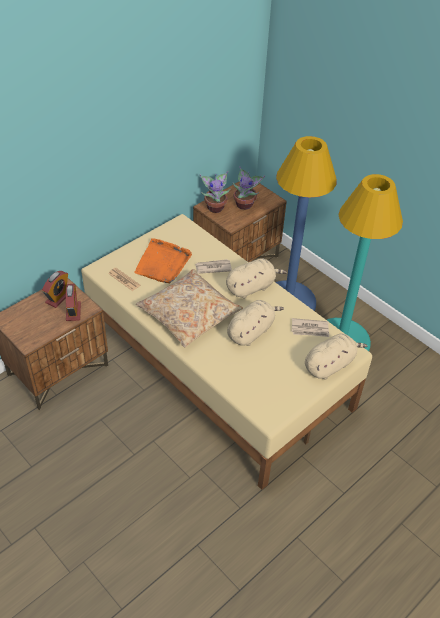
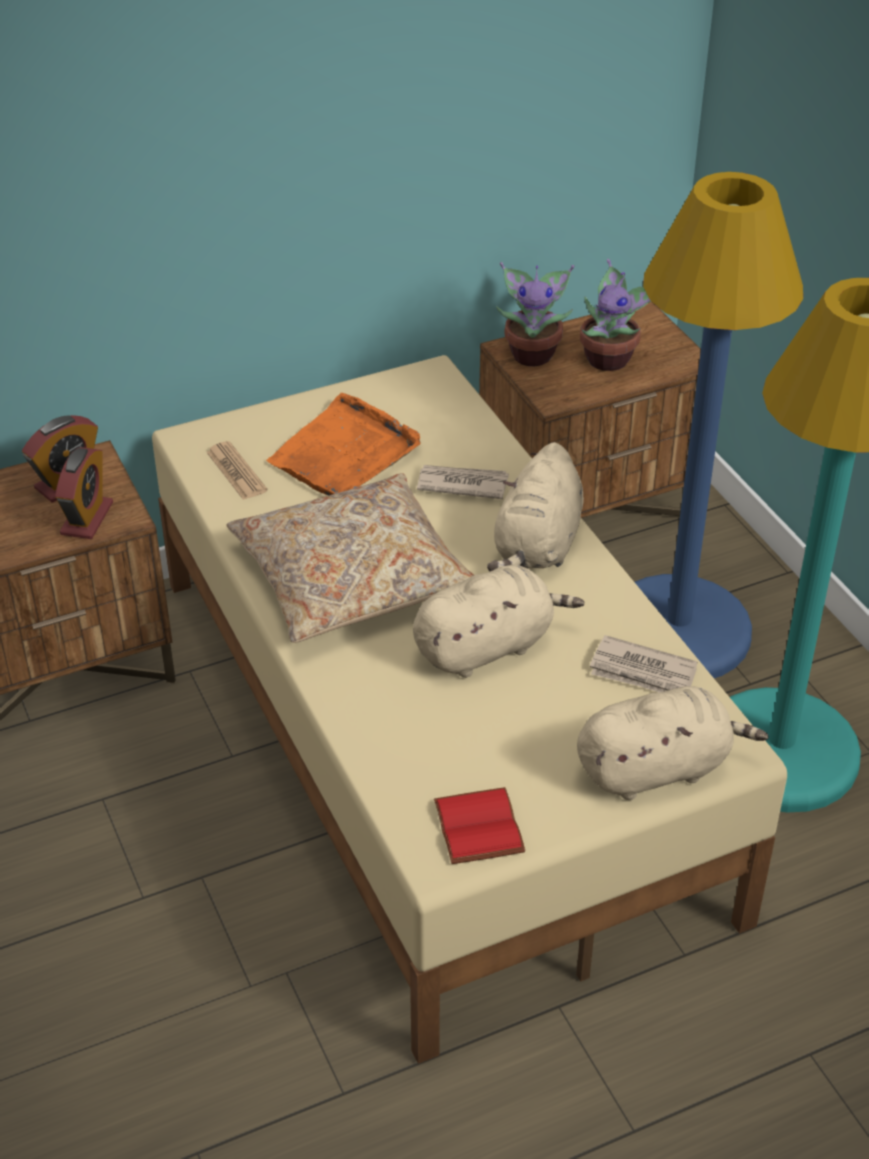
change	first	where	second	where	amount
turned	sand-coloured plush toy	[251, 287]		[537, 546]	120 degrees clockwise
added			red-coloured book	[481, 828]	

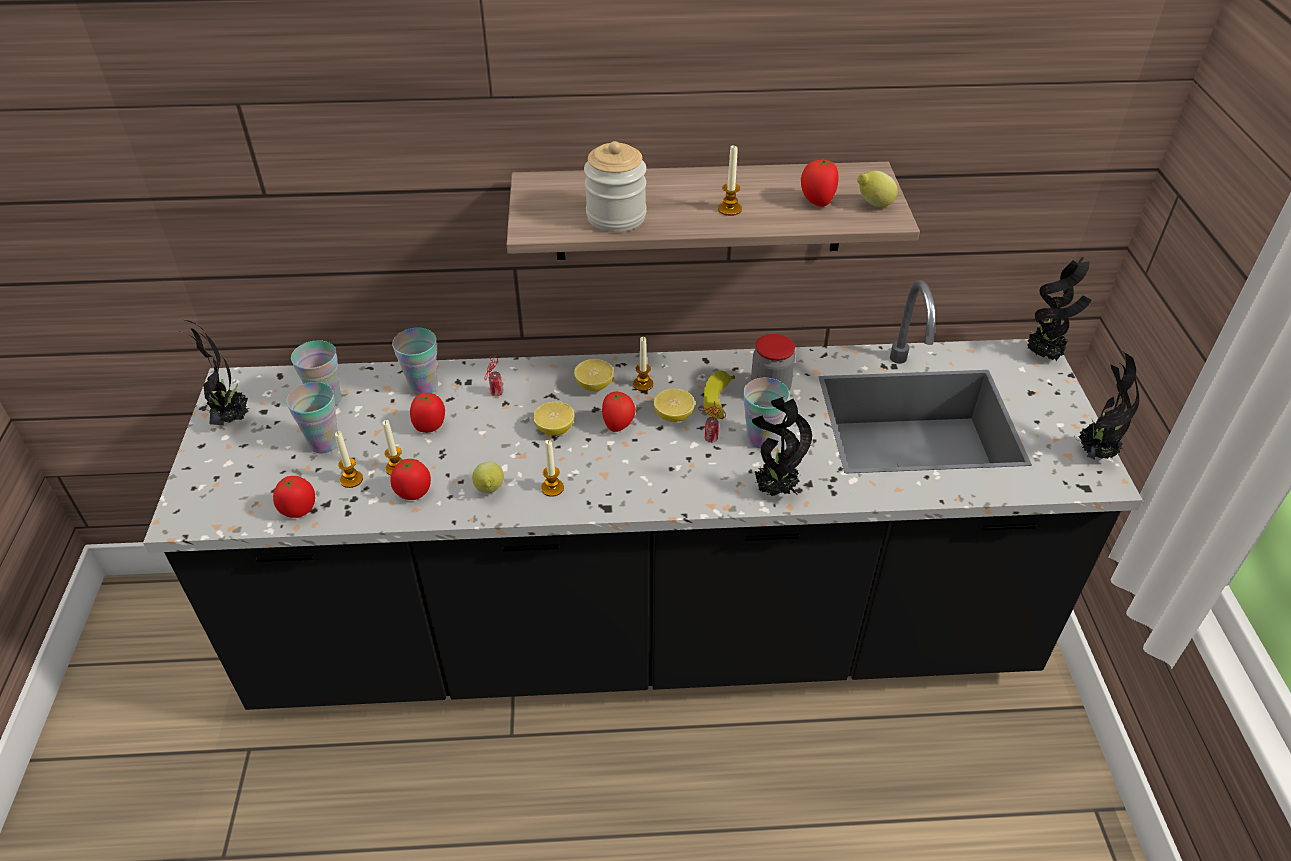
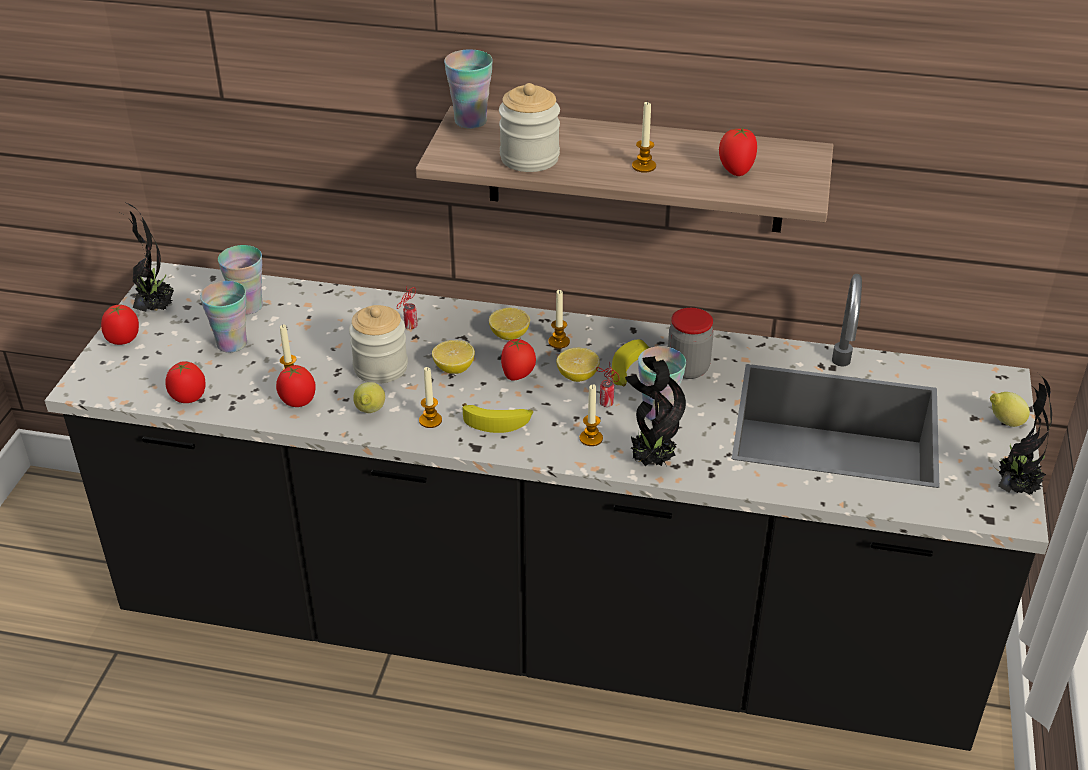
change	first	where	second	where	amount
moved	wax light	[351, 479]		[591, 438]	
moved	cup	[423, 386]		[470, 121]	
moved	tomato	[430, 426]		[123, 340]	
moved	lemon	[873, 205]		[1004, 422]	
removed	plant in a pot	[1044, 356]			
added			storage jar	[380, 367]	
added			whole banana	[498, 421]	

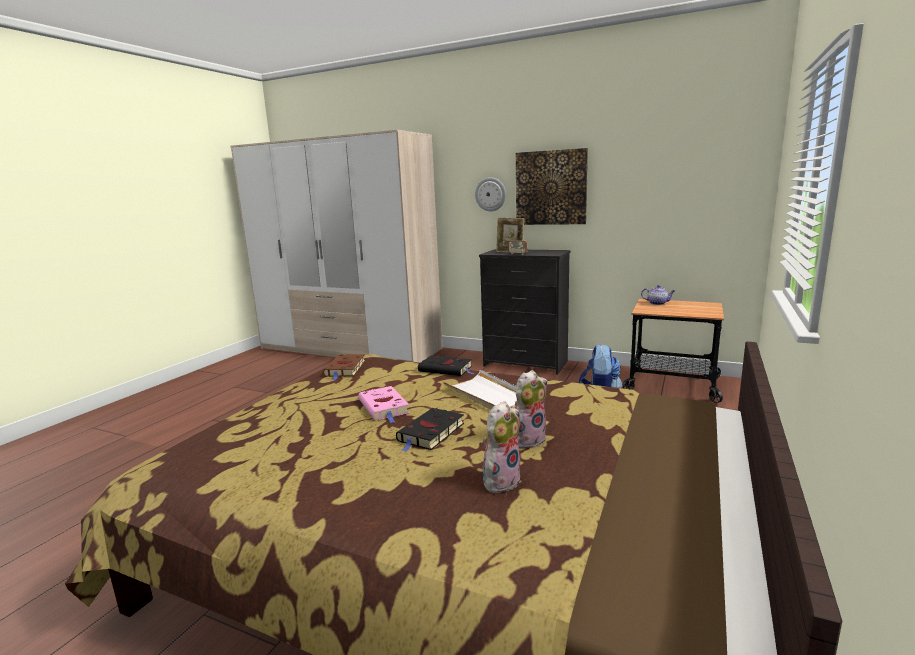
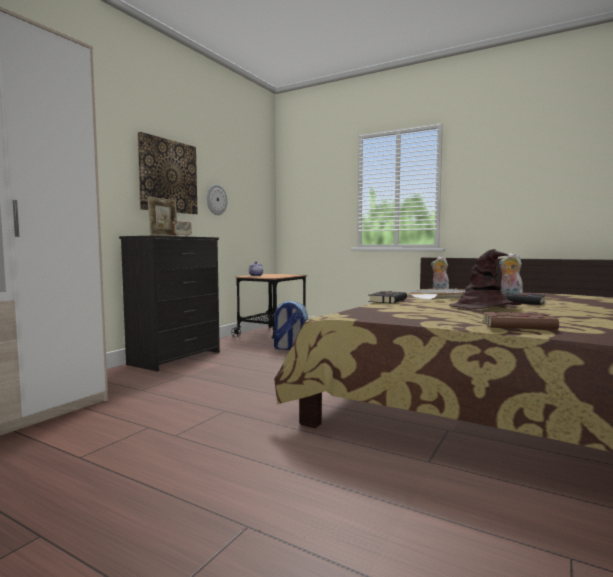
change	first	where	second	where	amount
moved	brown book	[345, 369]		[520, 326]	
replaced	pink book	[384, 407]	brown hat	[484, 307]	
moved	wall clock	[490, 194]		[216, 200]	
moved	plush toy	[501, 480]		[439, 289]	

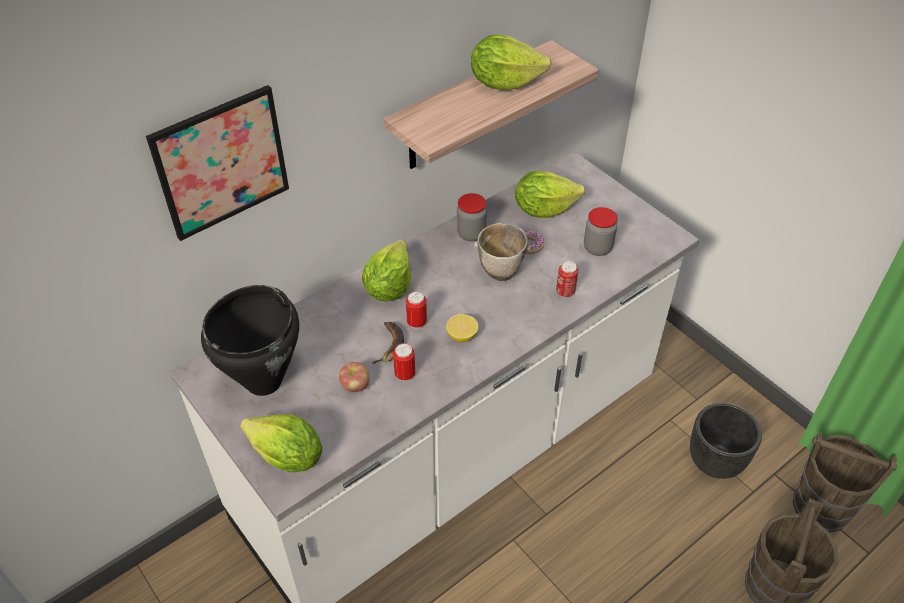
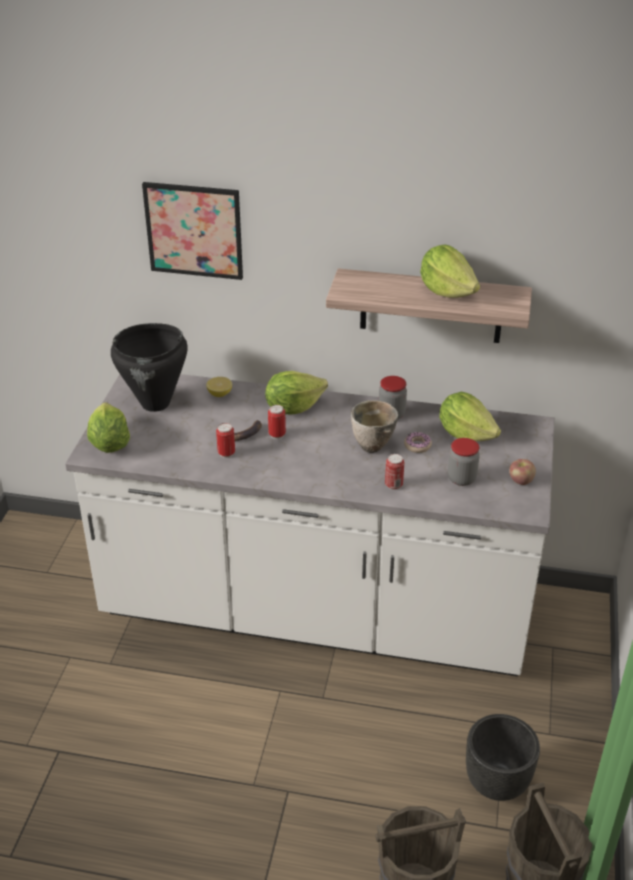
change	first	where	second	where	amount
moved	apple	[355, 386]		[521, 481]	
moved	lemon	[462, 335]		[219, 394]	

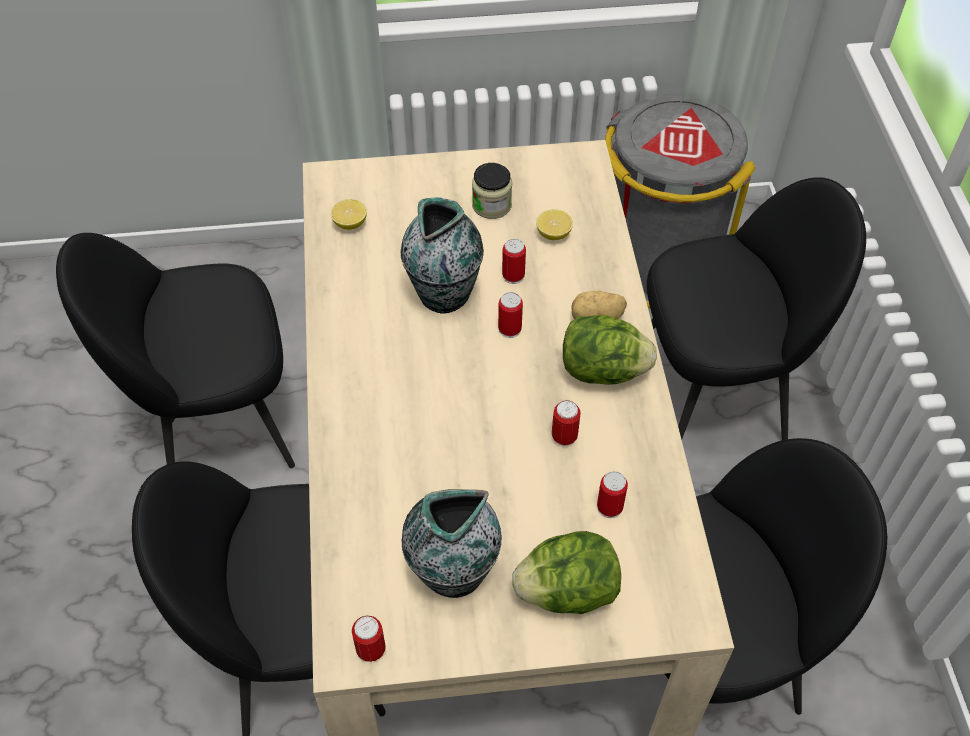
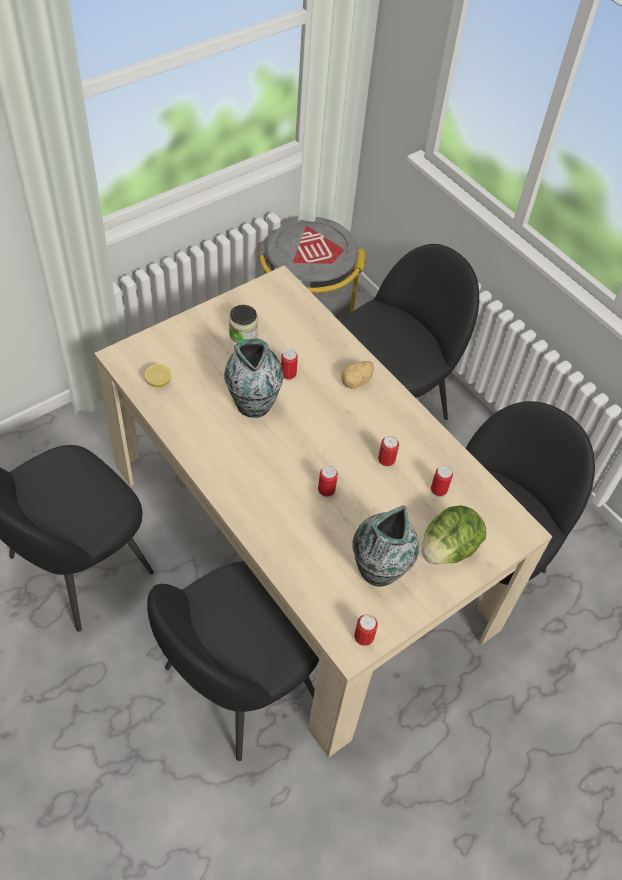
change	first	where	second	where	amount
moved	sealed can	[509, 329]		[326, 490]	
removed	lemon	[553, 234]			
removed	lettuce head	[602, 370]			

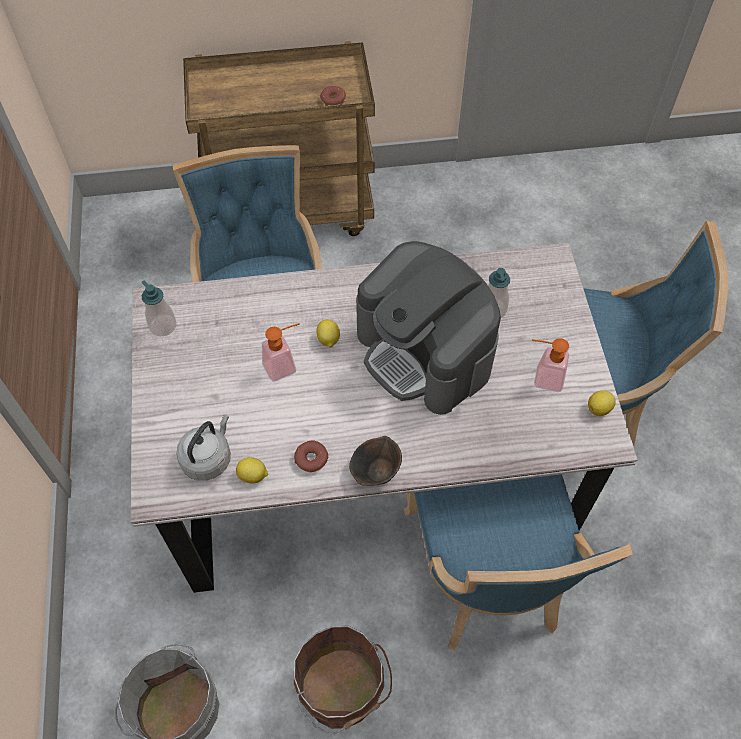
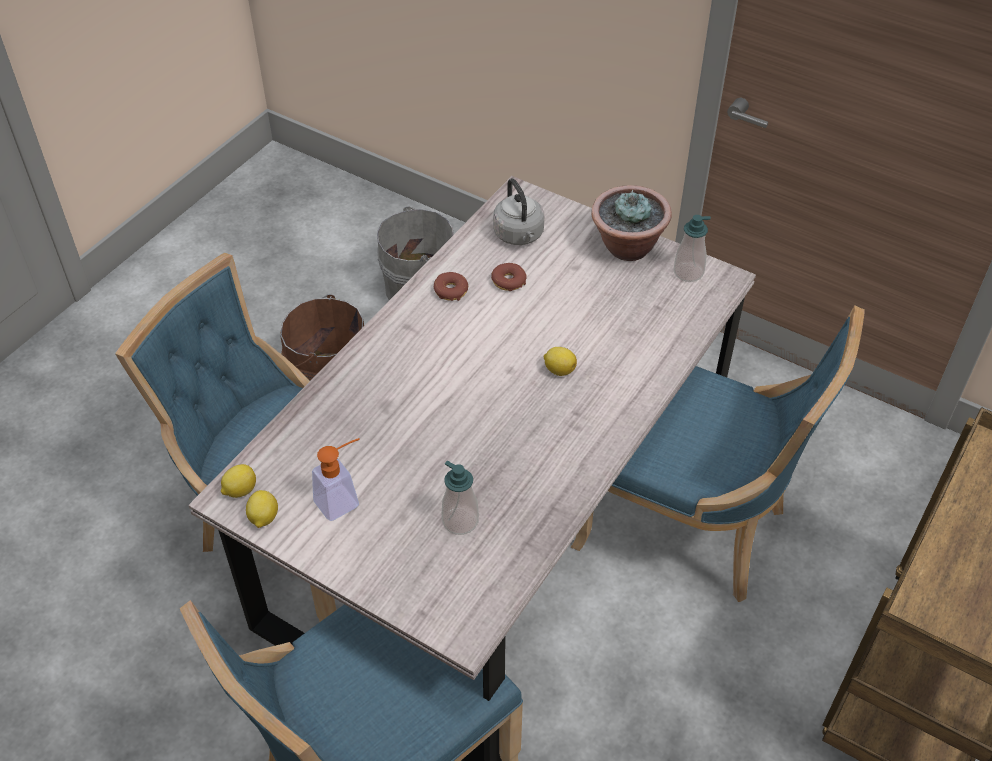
change	first	where	second	where	amount
moved	lemon	[253, 476]		[240, 490]	
removed	soap bottle	[285, 365]			
moved	doughnut	[333, 100]		[508, 281]	
removed	brown bowl	[376, 472]			
removed	coffee maker	[425, 353]			
added			plant in a pot	[627, 247]	

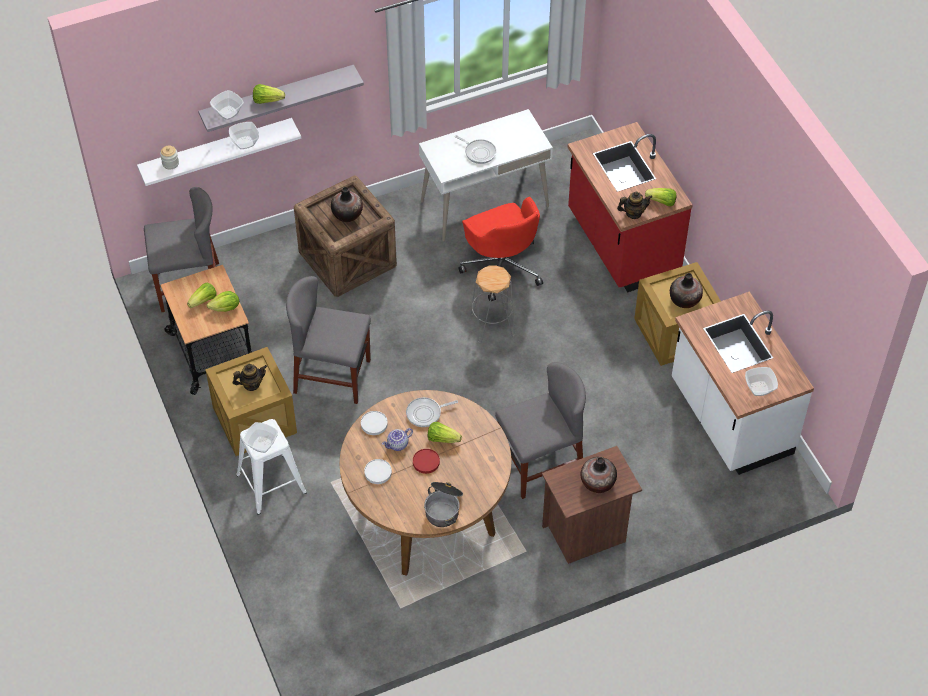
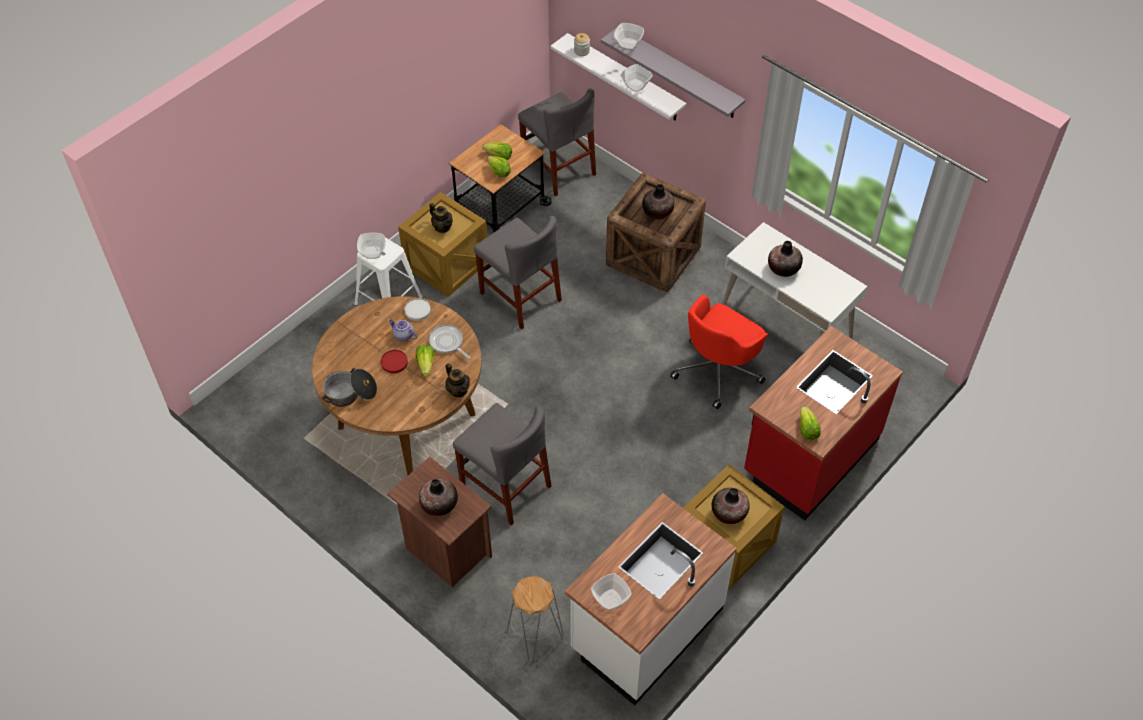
change	first	where	second	where	amount
removed	lettuce head	[267, 100]			
turned	gray plain chair	[332, 376]		[520, 297]	150 degrees clockwise
removed	white flat dish	[377, 472]			
replaced	pan	[478, 152]	vase	[783, 269]	
moved	gray stool	[492, 326]		[534, 634]	
moved	teapot	[633, 213]		[458, 390]	

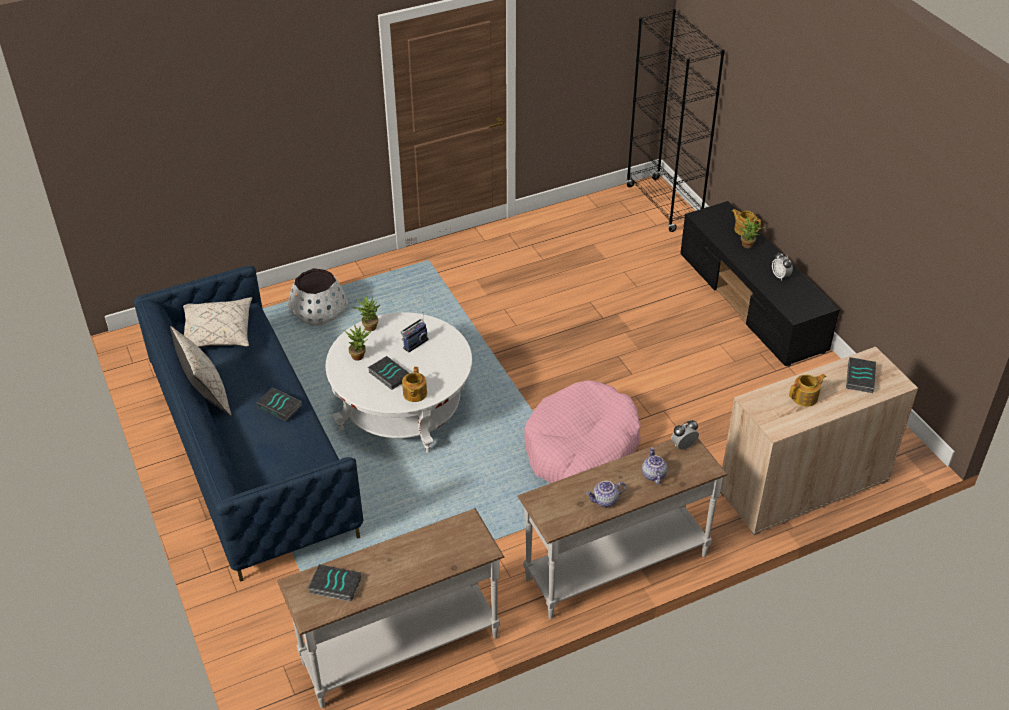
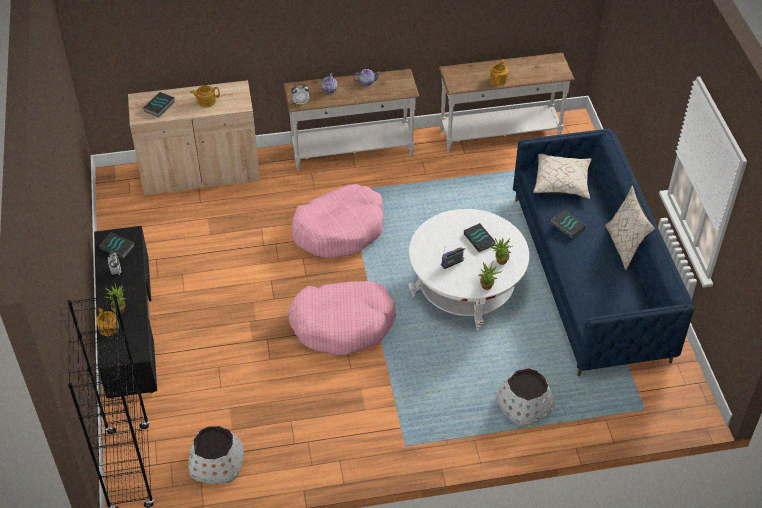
change	first	where	second	where	amount
moved	sand-coloured pillow	[217, 333]		[562, 182]	
moved	book	[334, 586]		[118, 247]	
moved	teapot	[414, 394]		[498, 79]	
added			white planter	[217, 463]	
added			pink pet bed	[343, 324]	

